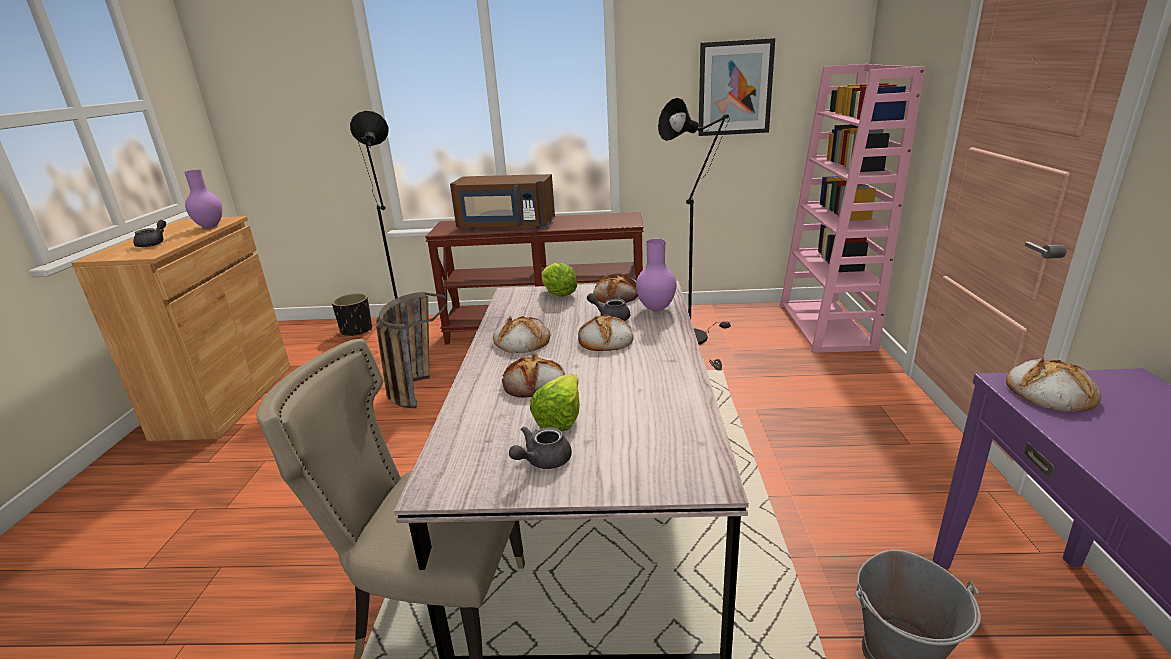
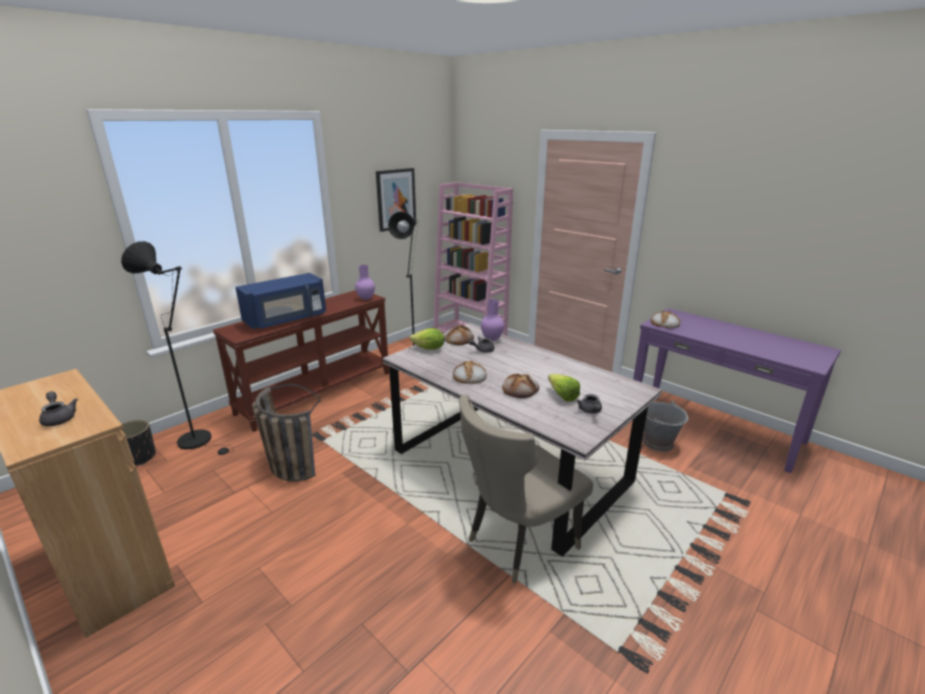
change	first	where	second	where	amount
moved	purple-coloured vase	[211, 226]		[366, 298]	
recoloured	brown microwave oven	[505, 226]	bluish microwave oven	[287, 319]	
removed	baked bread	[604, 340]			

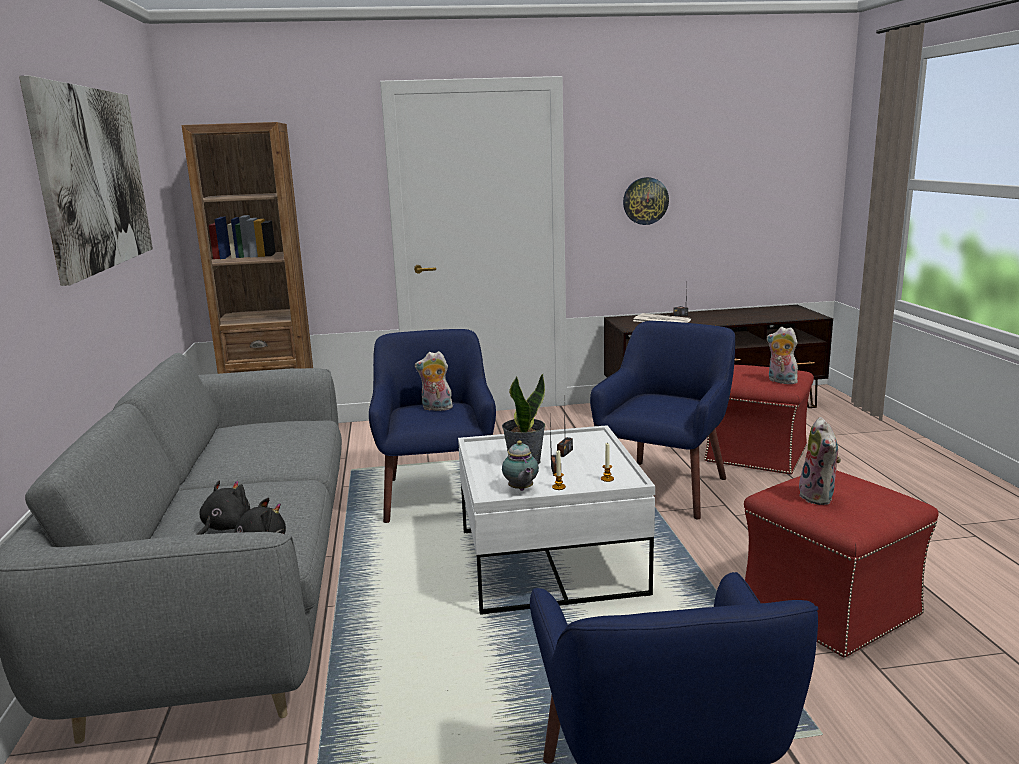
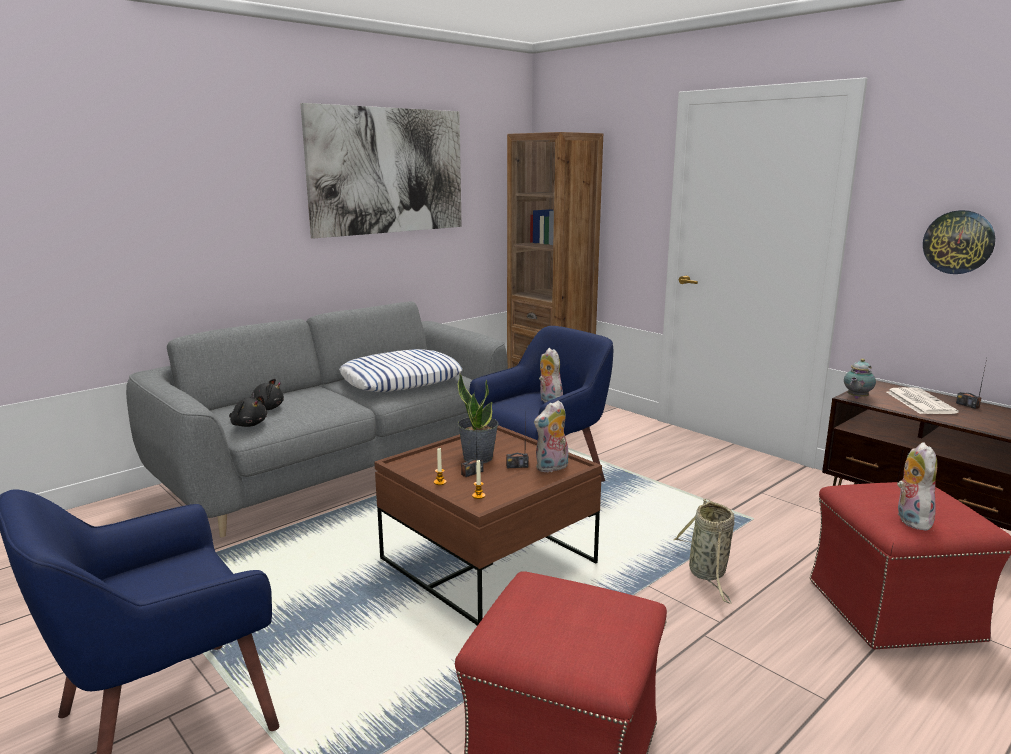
change	first	where	second	where	amount
recoloured	white low table	[550, 562]	brown low table	[488, 561]	
moved	teapot	[521, 489]		[856, 398]	
replaced	bluish lounge chair	[664, 487]	household basket	[708, 574]	
moved	plush toy	[819, 497]		[552, 468]	
added			pillow	[401, 380]	

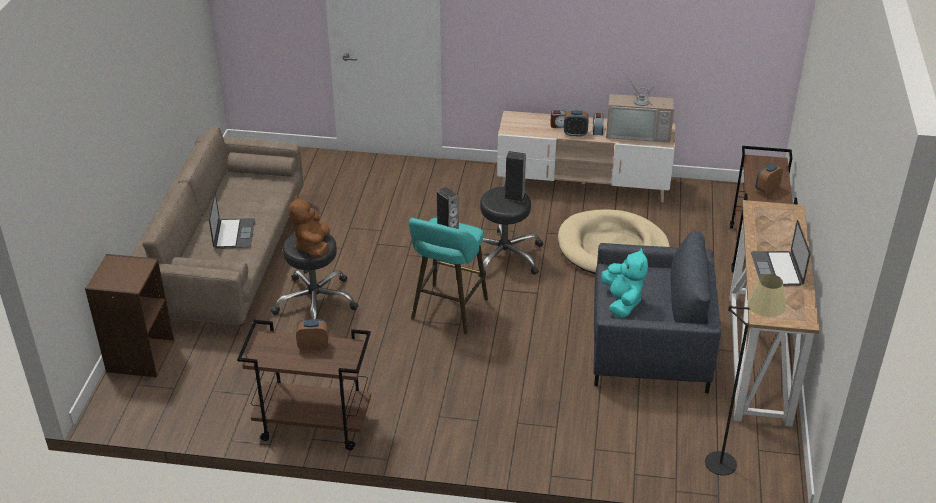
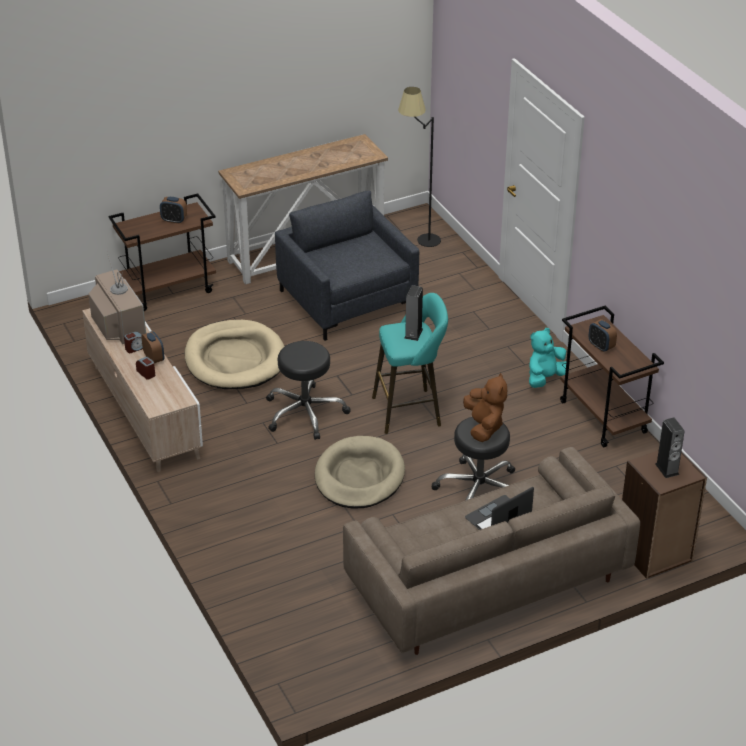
change	first	where	second	where	amount
turned	brown plush toy	[313, 247]		[484, 426]	60 degrees counterclockwise
moved	speaker	[515, 196]		[667, 469]	
moved	blue-green plush toy	[622, 302]		[545, 378]	
removed	portable computer	[777, 269]			
added			sand-coloured pet bed	[359, 476]	

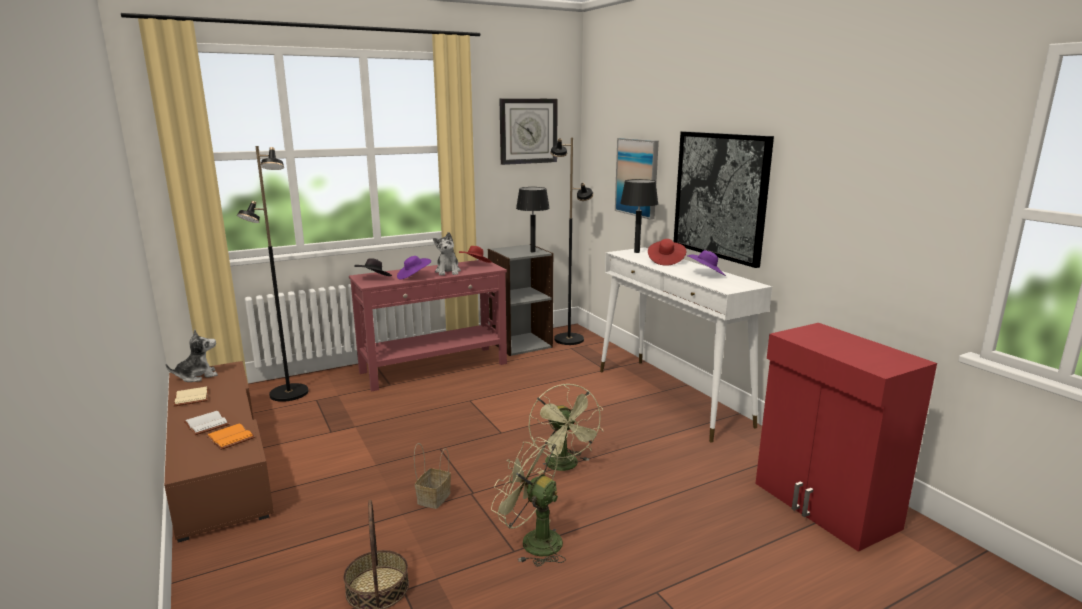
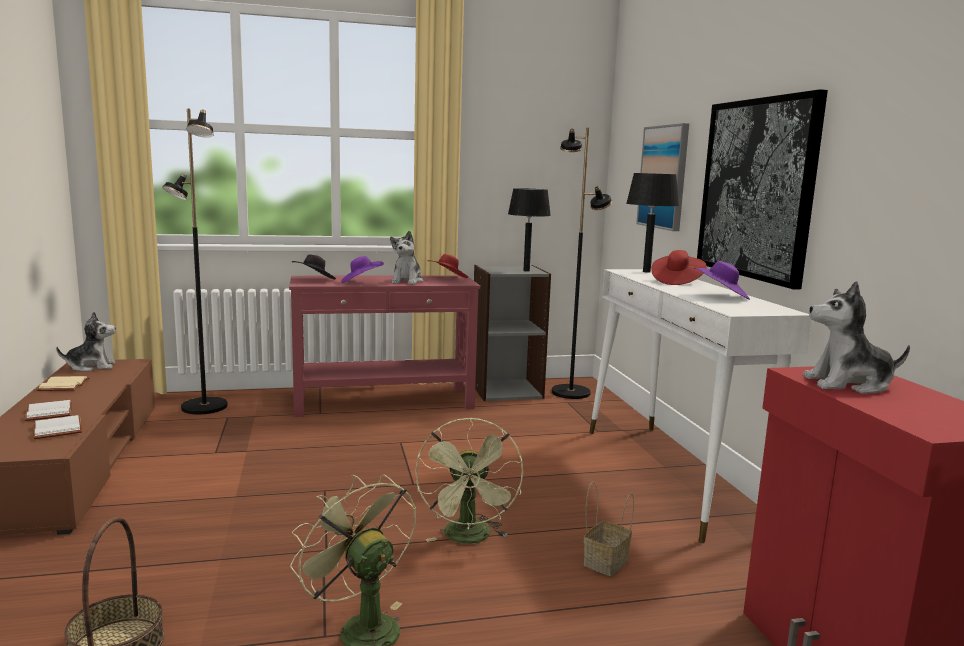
change	first	where	second	where	amount
recoloured	orange book	[232, 438]	white book	[59, 429]	
moved	household basket	[434, 497]		[605, 561]	
removed	wall clock	[528, 131]			
added			plush toy	[848, 384]	

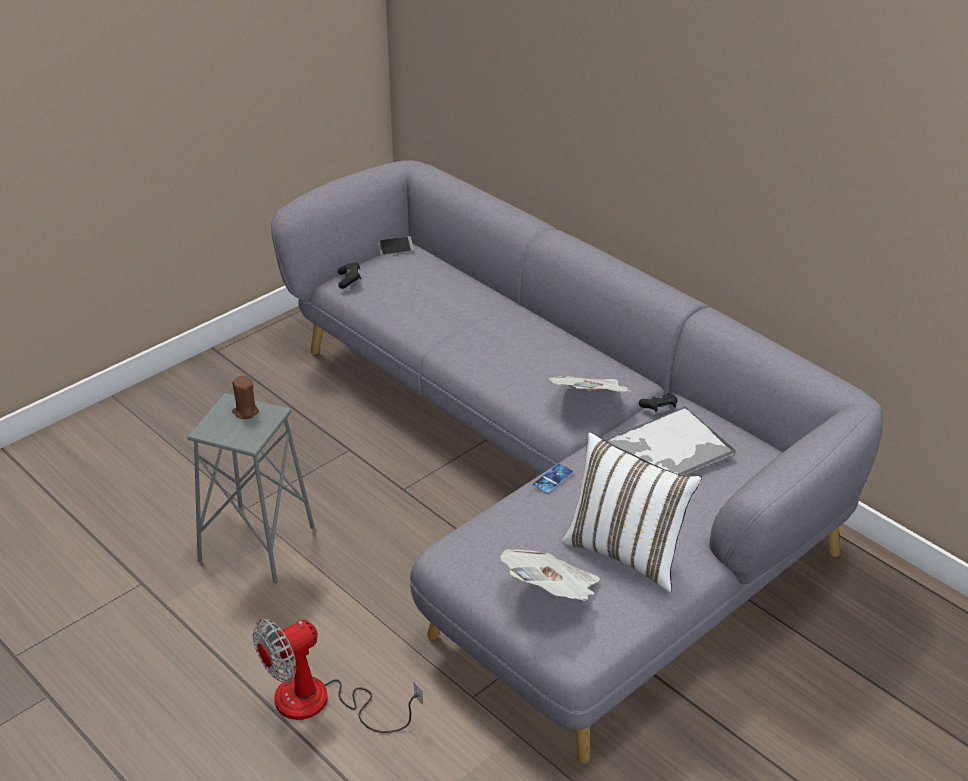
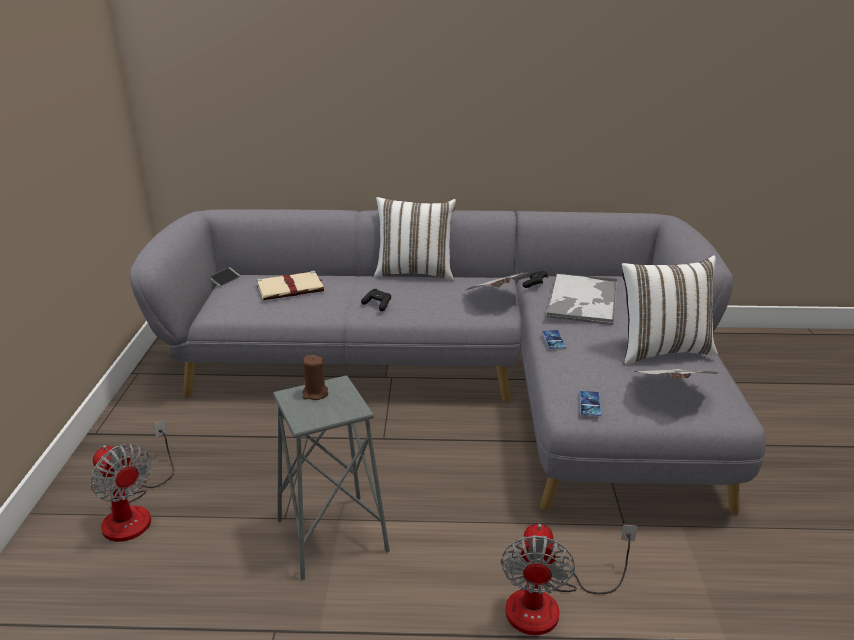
change	first	where	second	where	amount
moved	black joypad	[349, 280]		[377, 305]	
added			fan	[135, 512]	
added			sand-coloured book	[291, 288]	
added			white pillow	[415, 273]	
added			telephone	[590, 403]	

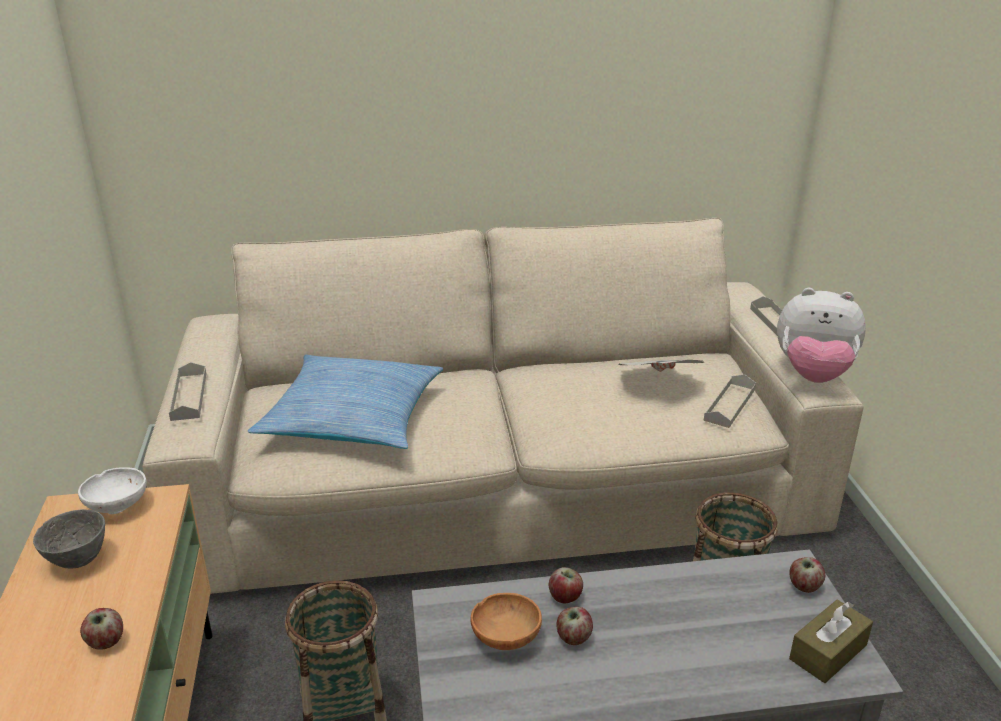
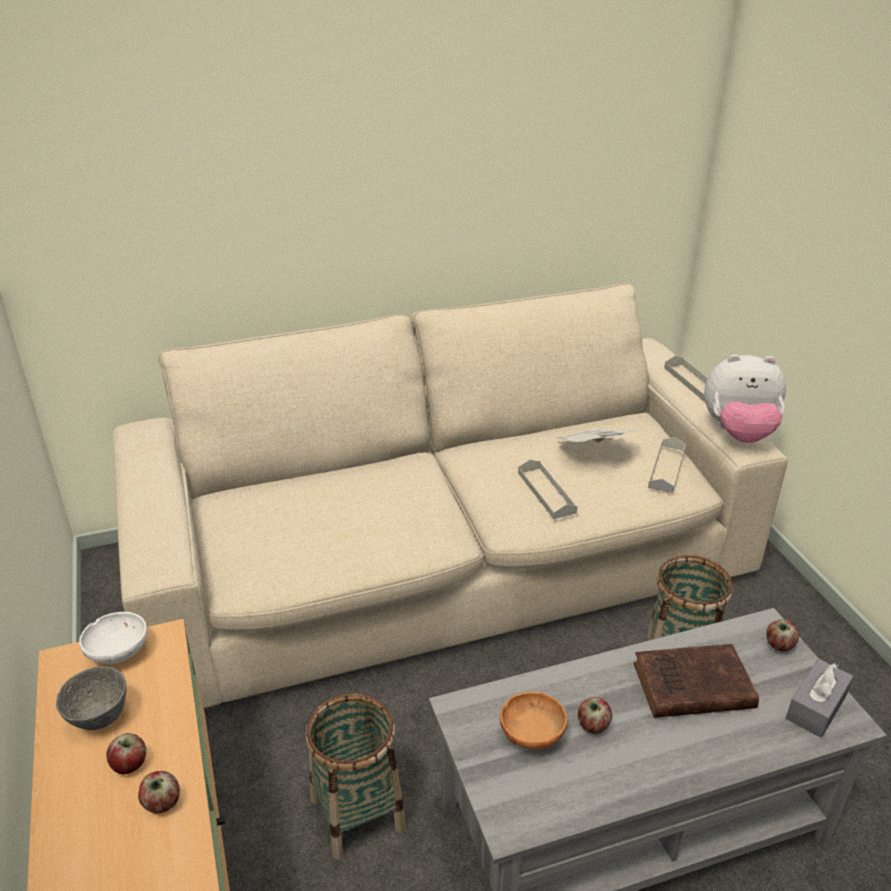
change	first	where	second	where	amount
moved	gray carrying tray	[189, 396]		[546, 492]	
removed	pillow	[352, 417]			
moved	apple	[565, 597]		[130, 764]	
recoloured	brown box of tissues	[828, 652]	gray box of tissues	[816, 707]	
added			brown book	[689, 686]	

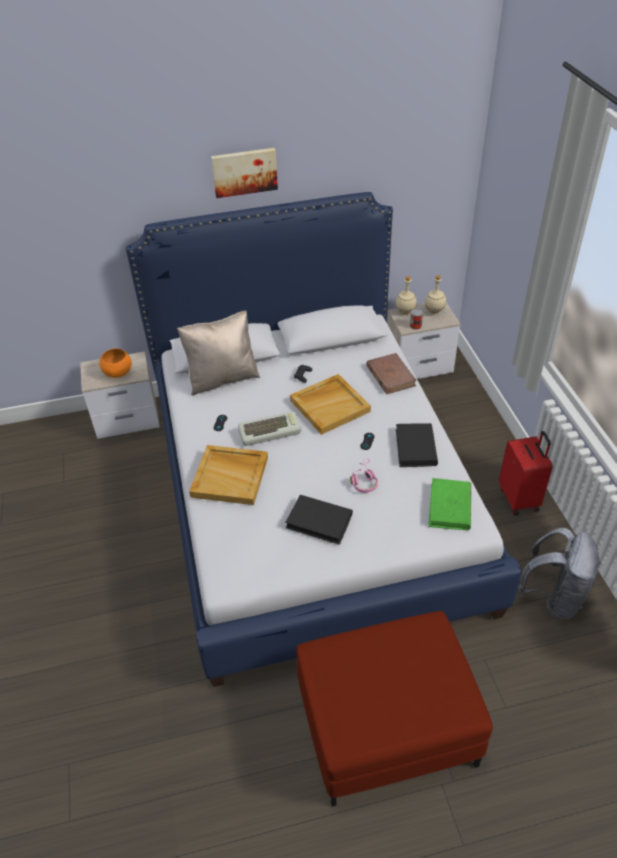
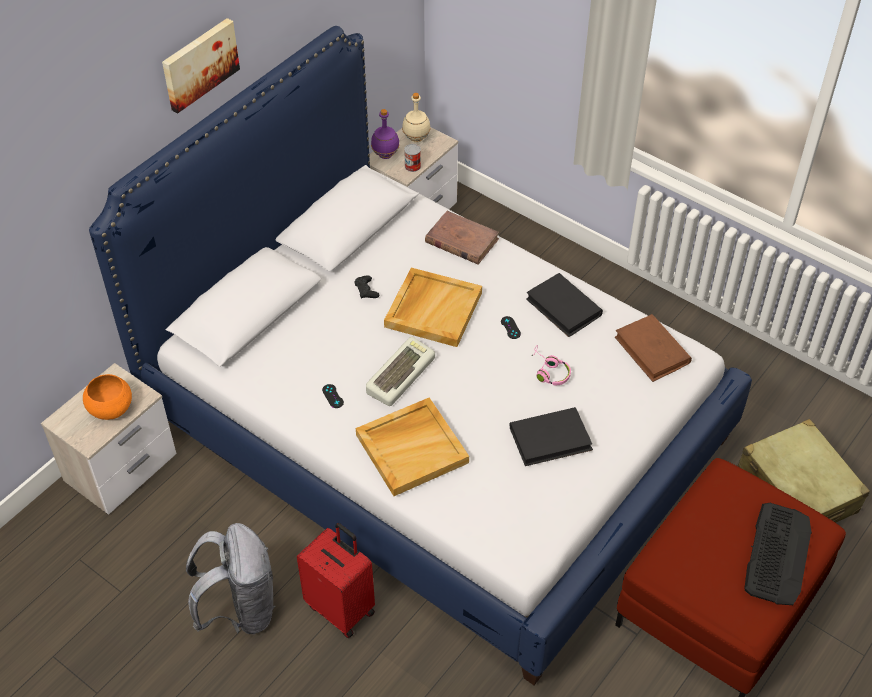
change	first	where	second	where	amount
removed	sand-coloured pillow	[222, 378]			
recoloured	sand-coloured beverage bottle	[405, 313]	purple-coloured beverage bottle	[385, 155]	
recoloured	green-coloured book	[450, 507]	brown book	[652, 350]	
moved	red-coloured suitcase	[519, 498]		[342, 608]	
moved	gray knapsack	[553, 597]		[240, 609]	
added			sand-coloured suitcase	[796, 491]	
added			keyboard	[777, 554]	

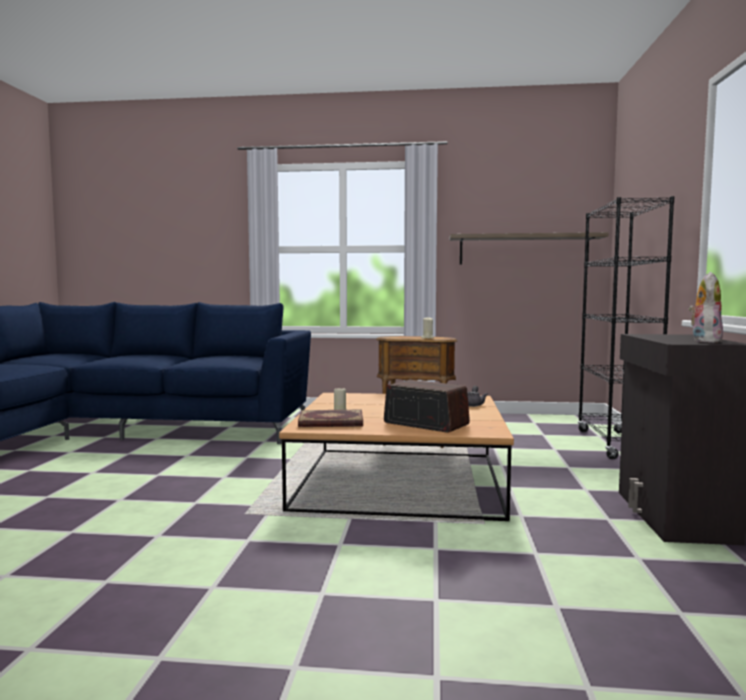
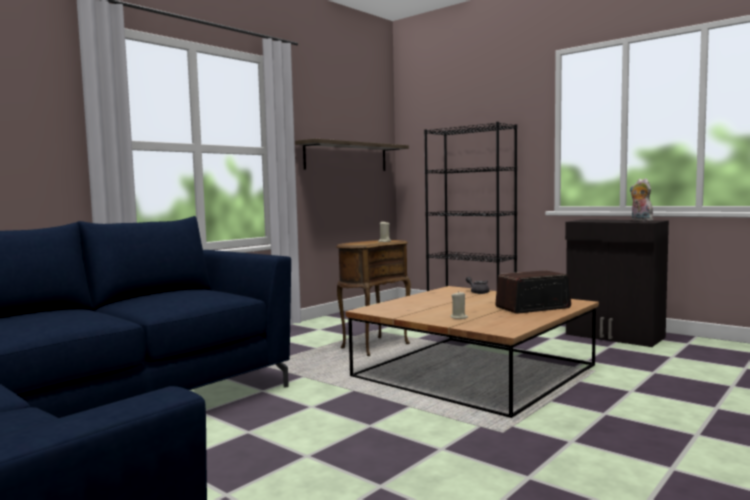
change	first	where	second	where	amount
removed	book	[331, 422]			

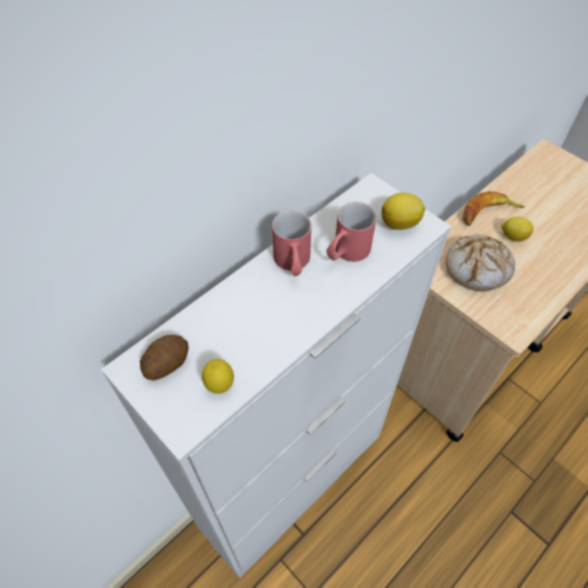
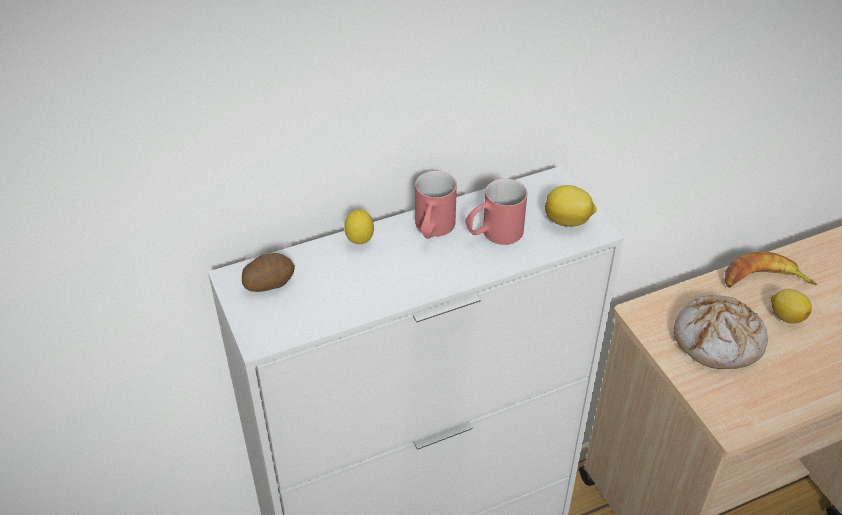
change	first	where	second	where	amount
moved	lemon	[220, 386]		[360, 242]	

